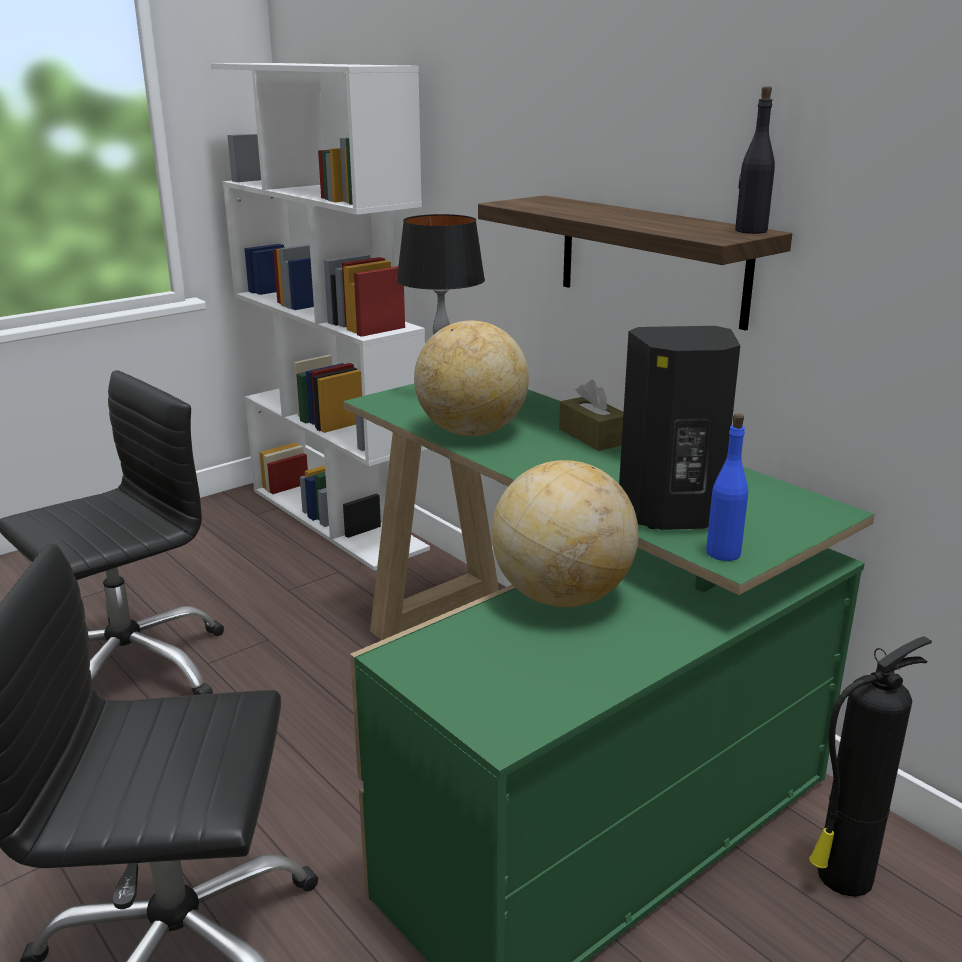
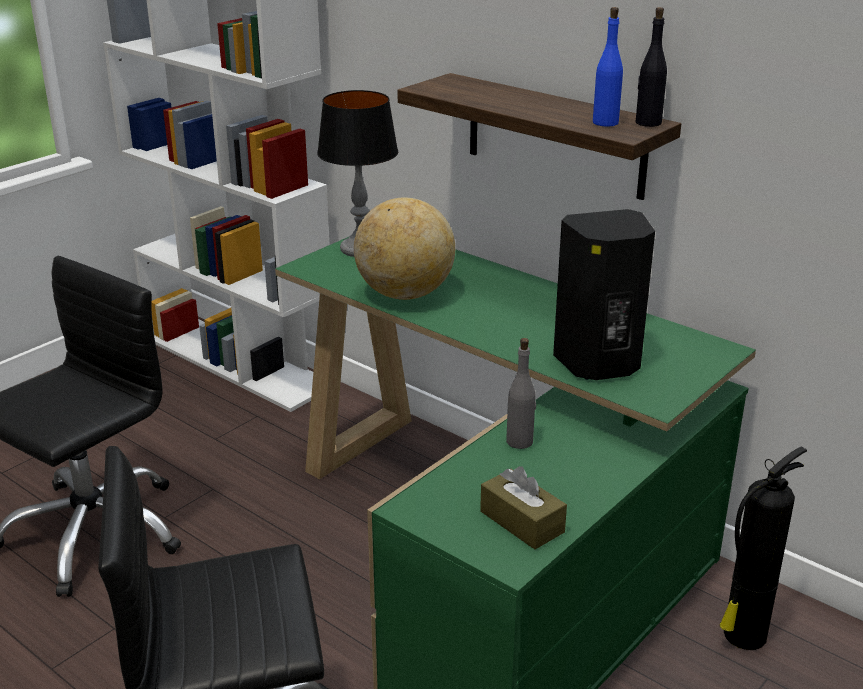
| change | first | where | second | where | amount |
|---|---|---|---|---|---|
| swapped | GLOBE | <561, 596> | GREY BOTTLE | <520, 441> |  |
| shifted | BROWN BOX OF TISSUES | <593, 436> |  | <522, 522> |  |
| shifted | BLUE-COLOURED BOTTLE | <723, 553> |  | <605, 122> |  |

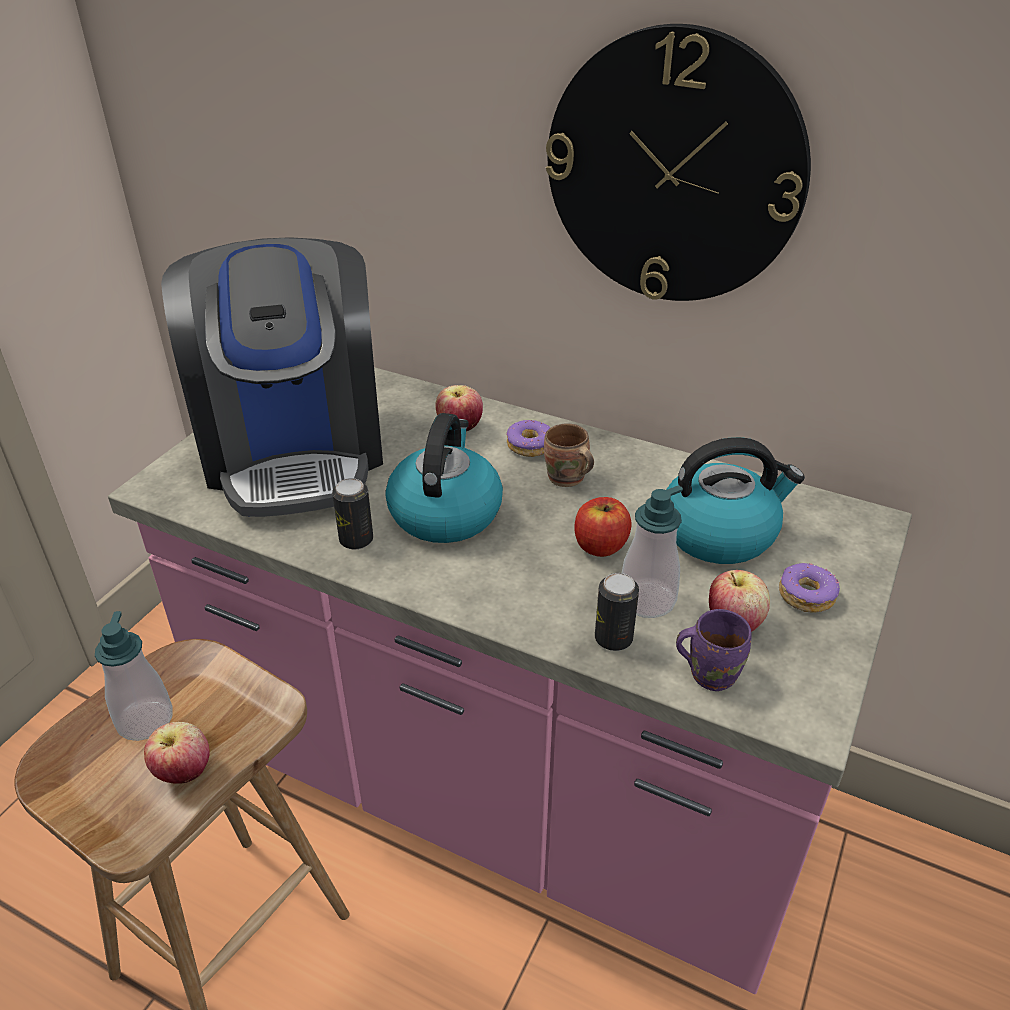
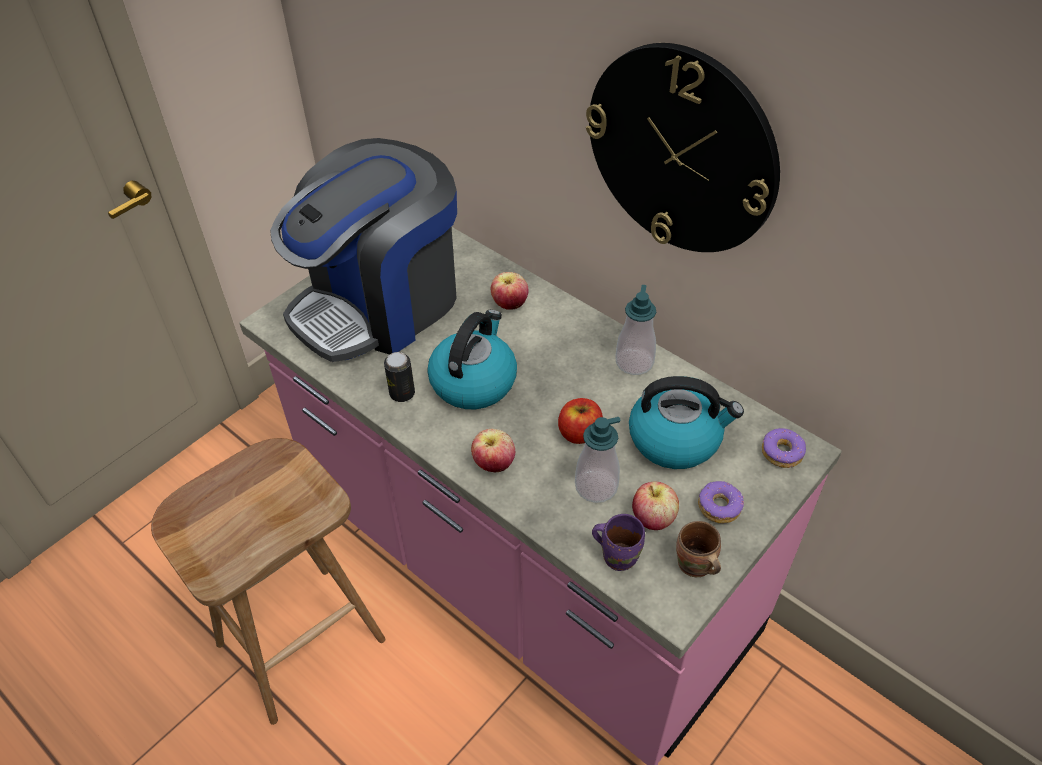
| change | first | where | second | where | amount |
|---|---|---|---|---|---|
| shifted | LIQUID SOAP BOTTLE | <145, 720> |  | <634, 362> |  |
| shifted | WHOLE APPLE | <184, 771> |  | <494, 464> |  |
| rotated | COFFEE BREWER | <294, 449> |  | <379, 304> | 45 degrees clockwise |
| shifted | DONUT | <530, 445> |  | <782, 453> |  |
| shifted | BROWN COFFEE MUG | <566, 479> |  | <694, 566> |  |
| gone | CAN | <613, 638> |  |  |  |

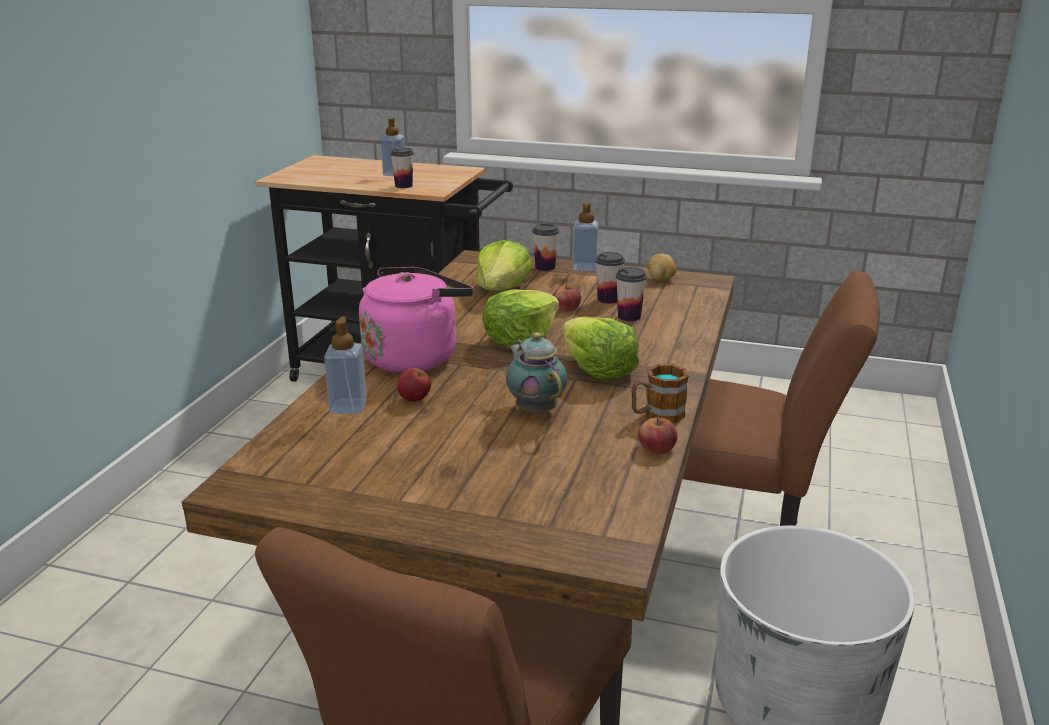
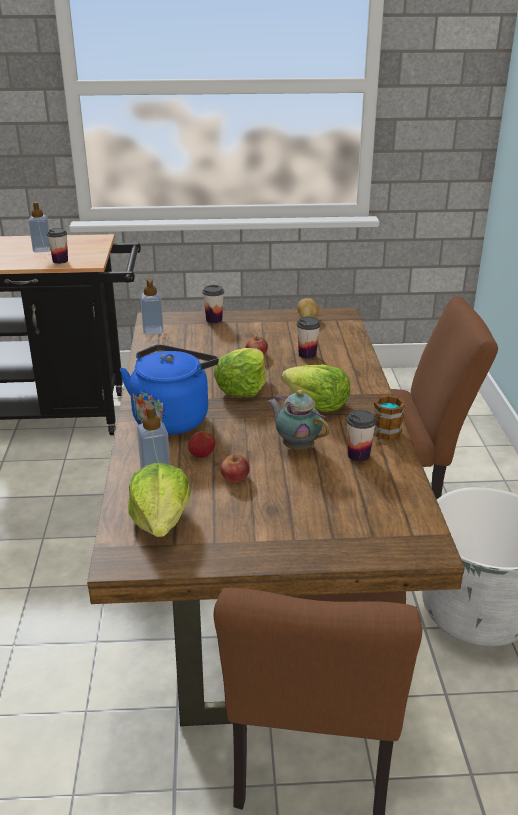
| change | first | where | second | where | amount |
|---|---|---|---|---|---|
| repainted | PINKISH KETTLE | <414, 356> | BLUE-COLOURED KETTLE | <172, 417> |  |
| shifted | LETTUCE | <502, 289> |  | <161, 520> |  |
| shifted | LIQUID SOAP BOTTLE | <584, 267> |  | <153, 331> |  |
| shifted | SMALL CUP | <608, 299> |  | <358, 455> |  |
| shifted | WHOLE APPLE | <657, 447> |  | <235, 477> |  |

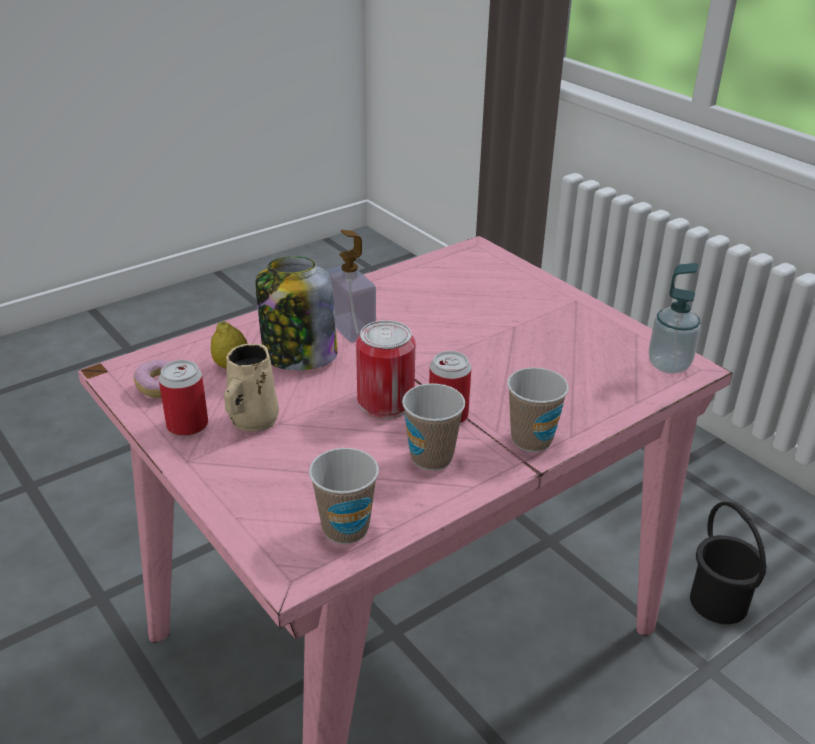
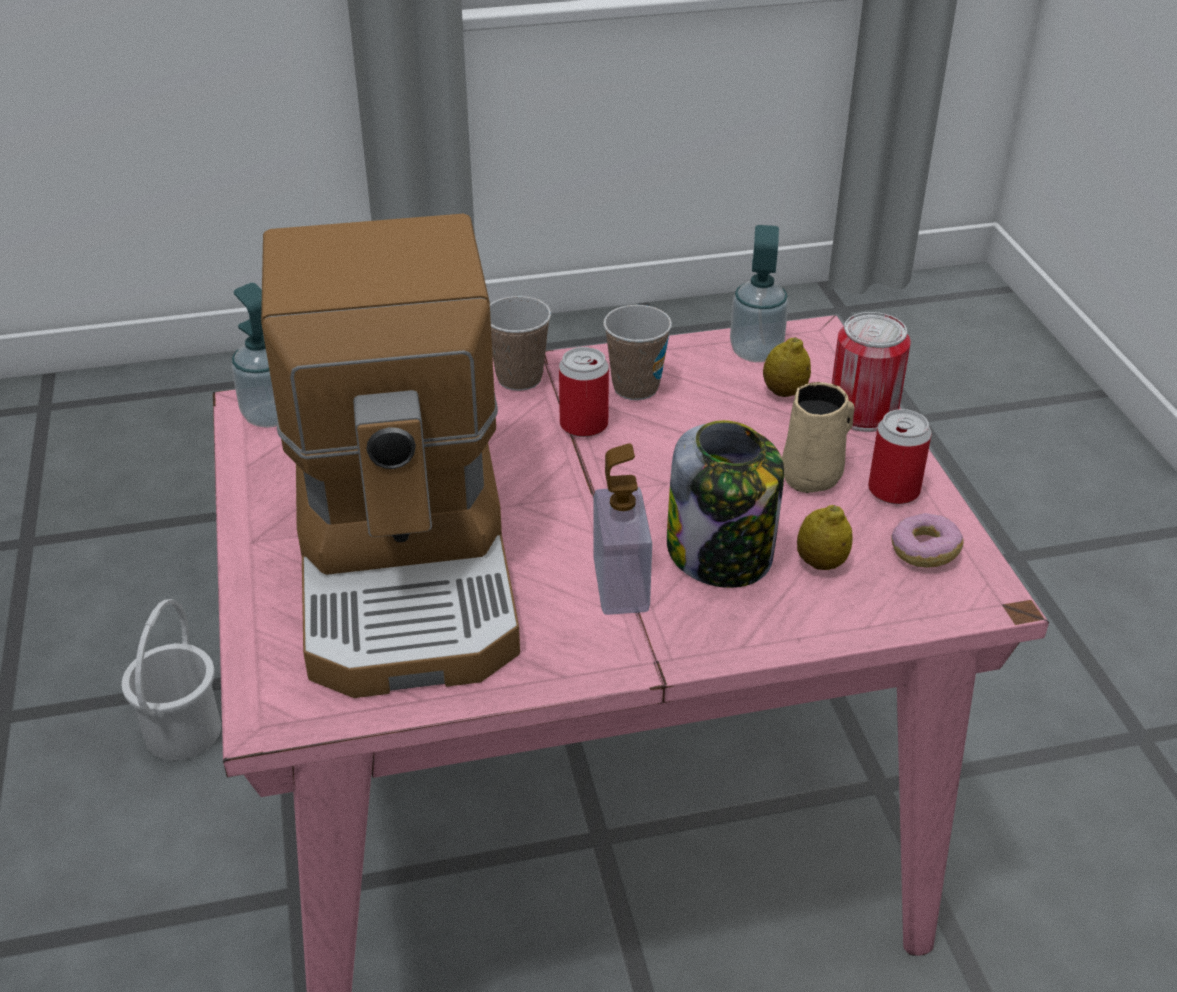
| change | first | where | second | where | amount |
|---|---|---|---|---|---|
| swapped | SMALL CUP | <345, 528> | LIQUID SOAP BOTTLE | <756, 352> |  |
| shifted | CAN | <385, 402> |  | <862, 412> |  |
| repainted | BLACK-COLOURED PAIL | <719, 601> | WHITE PAIL | <181, 732> |  |
| new |  |  | COFFEE BREWER | <409, 563> |  |
| new |  |  | LEMON | <784, 392> |  |

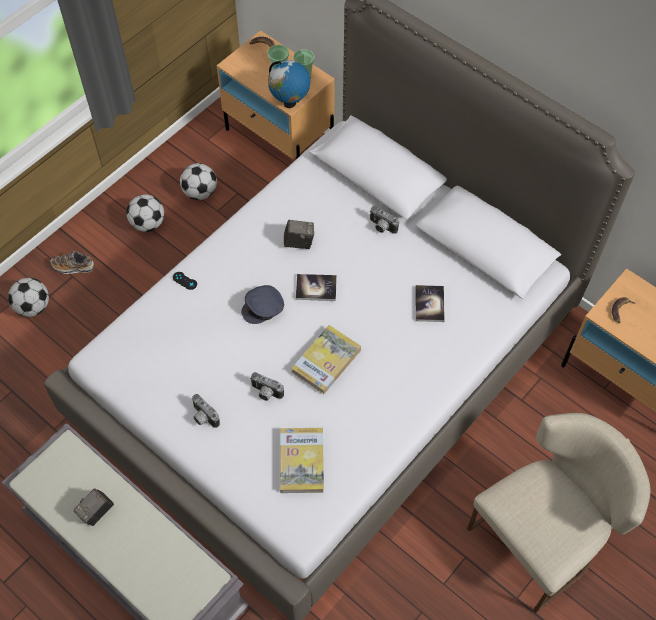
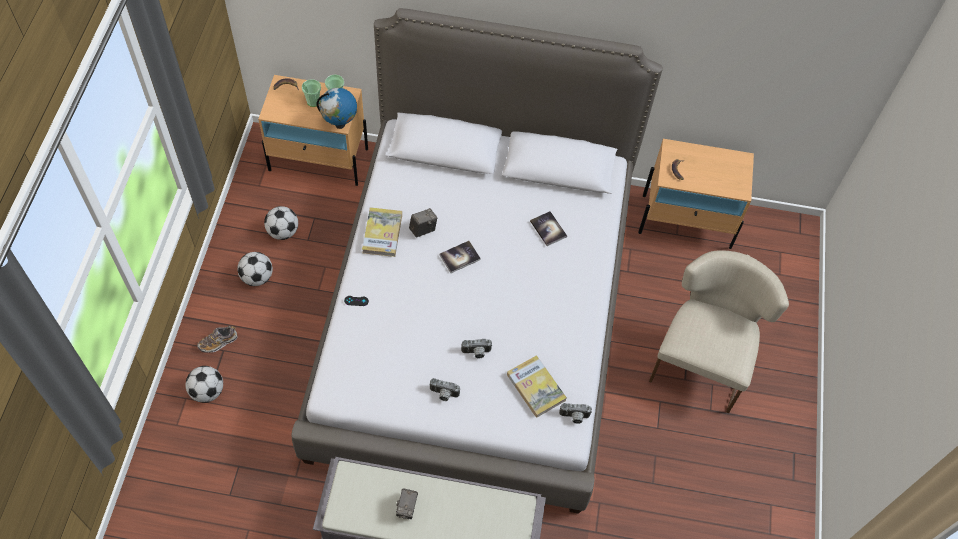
| change | first | where | second | where | amount |
|---|---|---|---|---|---|
| gone | GREY BASEBALL CAP | <263, 308> |  |  |  |
| shifted | BOUND BOOK | <326, 361> |  | <382, 233> |  |
| shifted | PHOTO CAMERA | <381, 227> |  | <574, 417> |  |

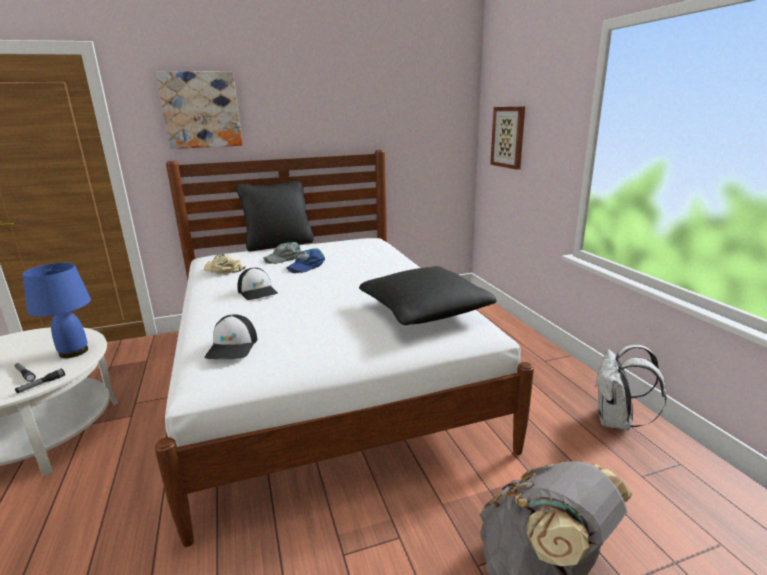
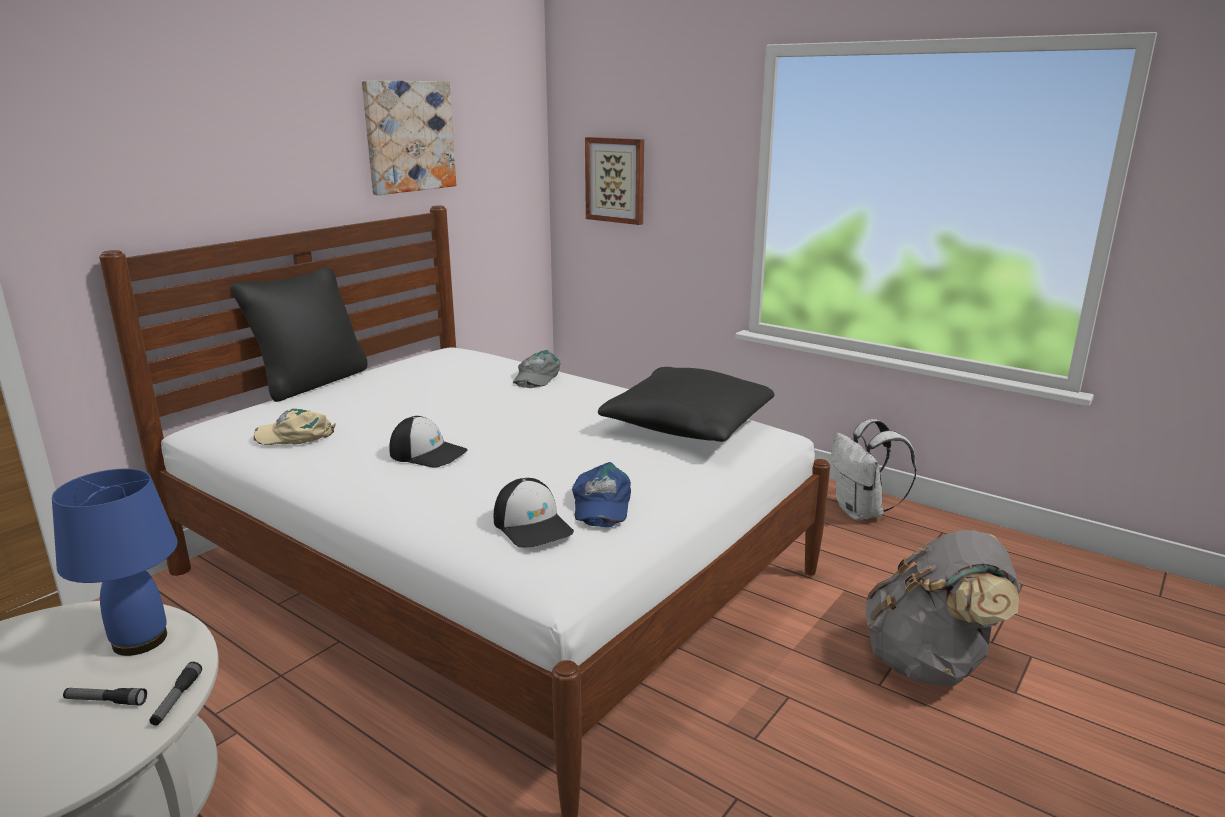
| change | first | where | second | where | amount |
|---|---|---|---|---|---|
| shifted | PICTURE | <201, 110> |  | <409, 136> |  |
| shifted | GREY BASEBALL CAP | <284, 258> |  | <536, 377> |  |
| shifted | BLUE-COLOURED BASEBALL CAP | <306, 266> |  | <600, 504> |  |

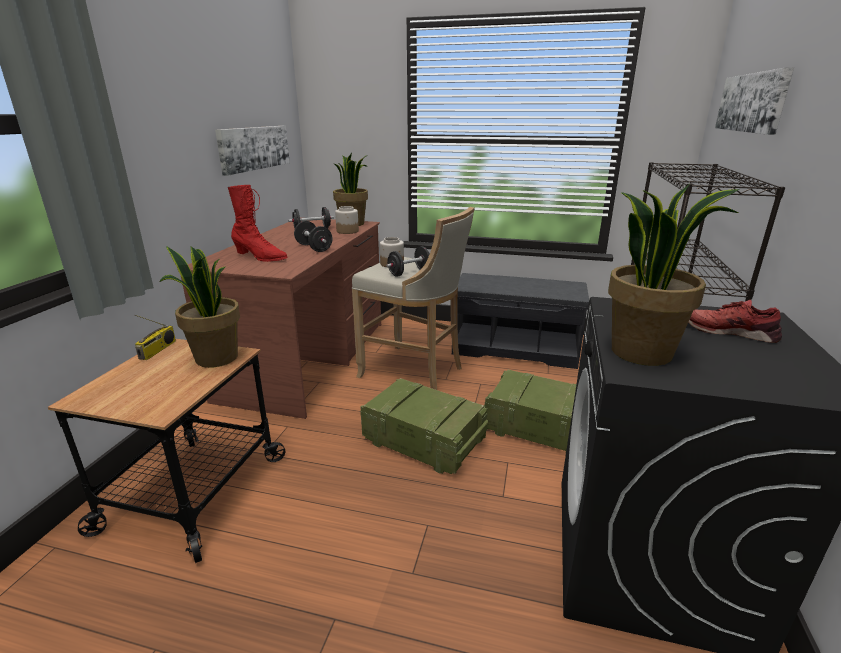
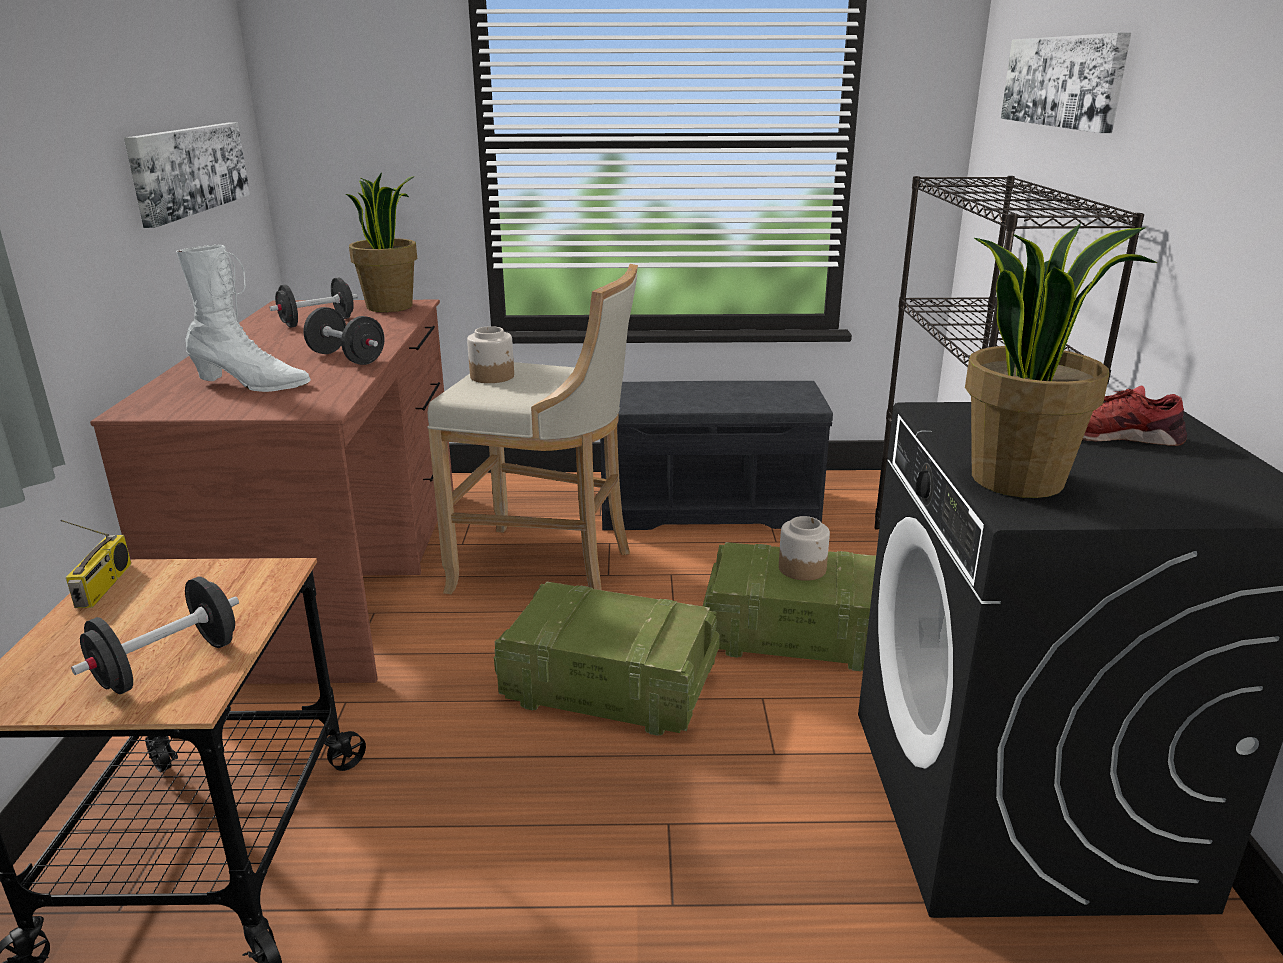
| change | first | where | second | where | amount |
|---|---|---|---|---|---|
| gone | POTTED PLANT | <215, 358> |  |  |  |
| repainted | RED-COLOURED BOOT | <260, 257> | WHITE BOOT | <251, 385> |  |
| shifted | JAR | <347, 231> |  | <802, 568> |  |
| shifted | BLACK-COLOURED HAND WEIGHT | <409, 273> |  | <168, 665> |  |

